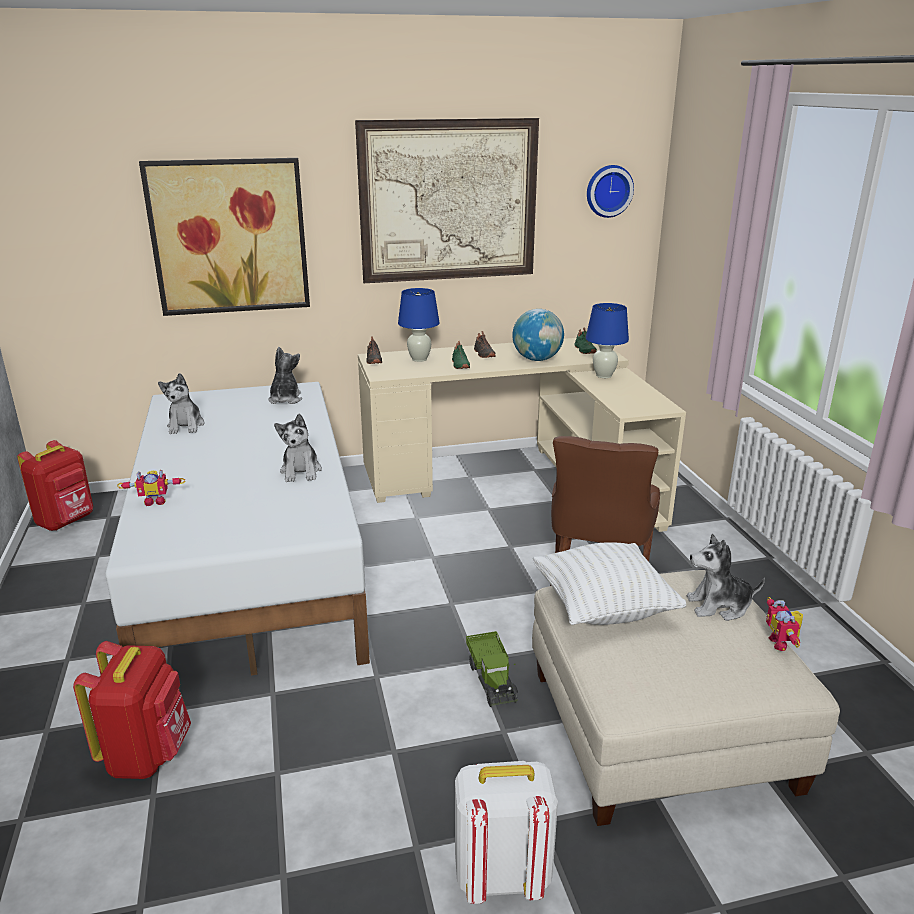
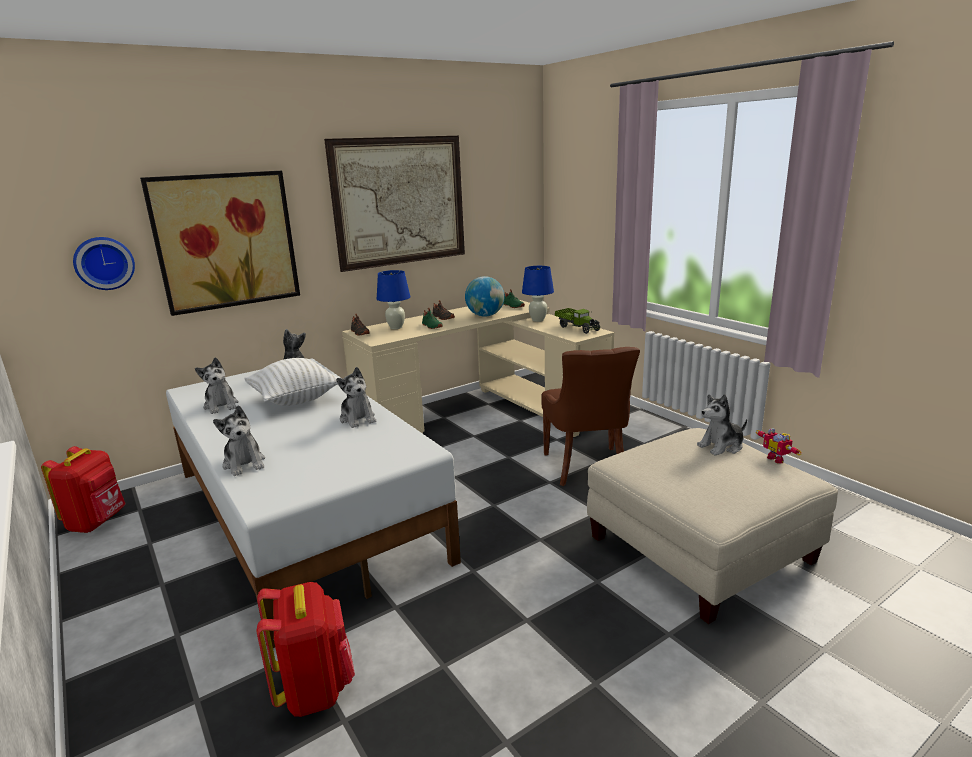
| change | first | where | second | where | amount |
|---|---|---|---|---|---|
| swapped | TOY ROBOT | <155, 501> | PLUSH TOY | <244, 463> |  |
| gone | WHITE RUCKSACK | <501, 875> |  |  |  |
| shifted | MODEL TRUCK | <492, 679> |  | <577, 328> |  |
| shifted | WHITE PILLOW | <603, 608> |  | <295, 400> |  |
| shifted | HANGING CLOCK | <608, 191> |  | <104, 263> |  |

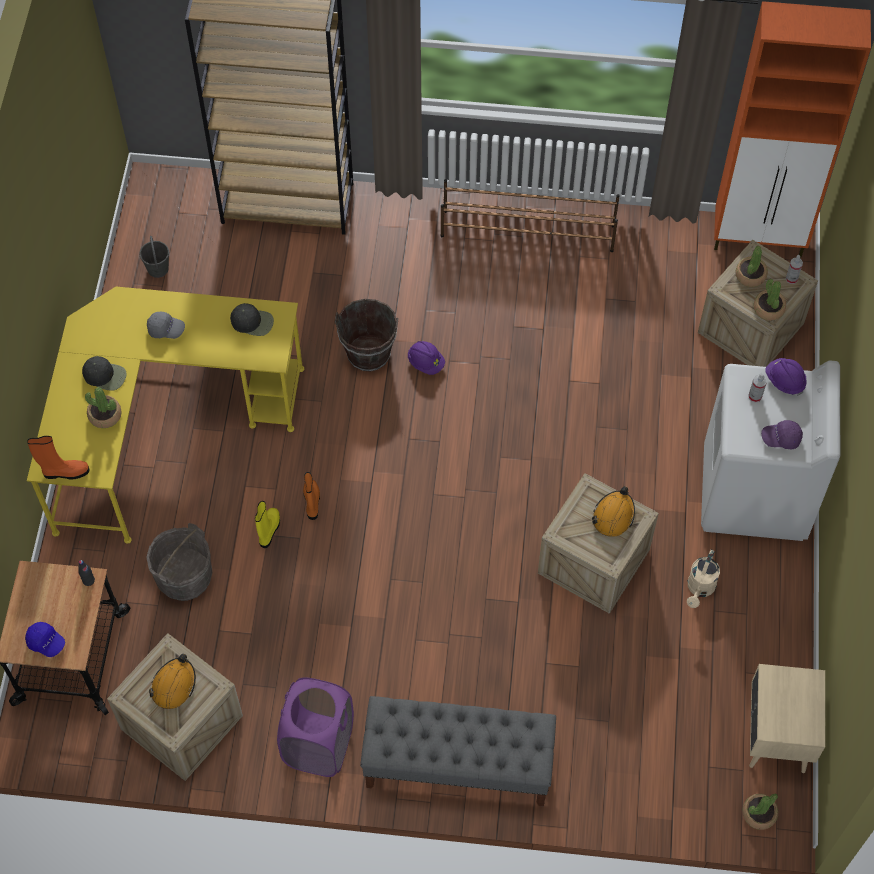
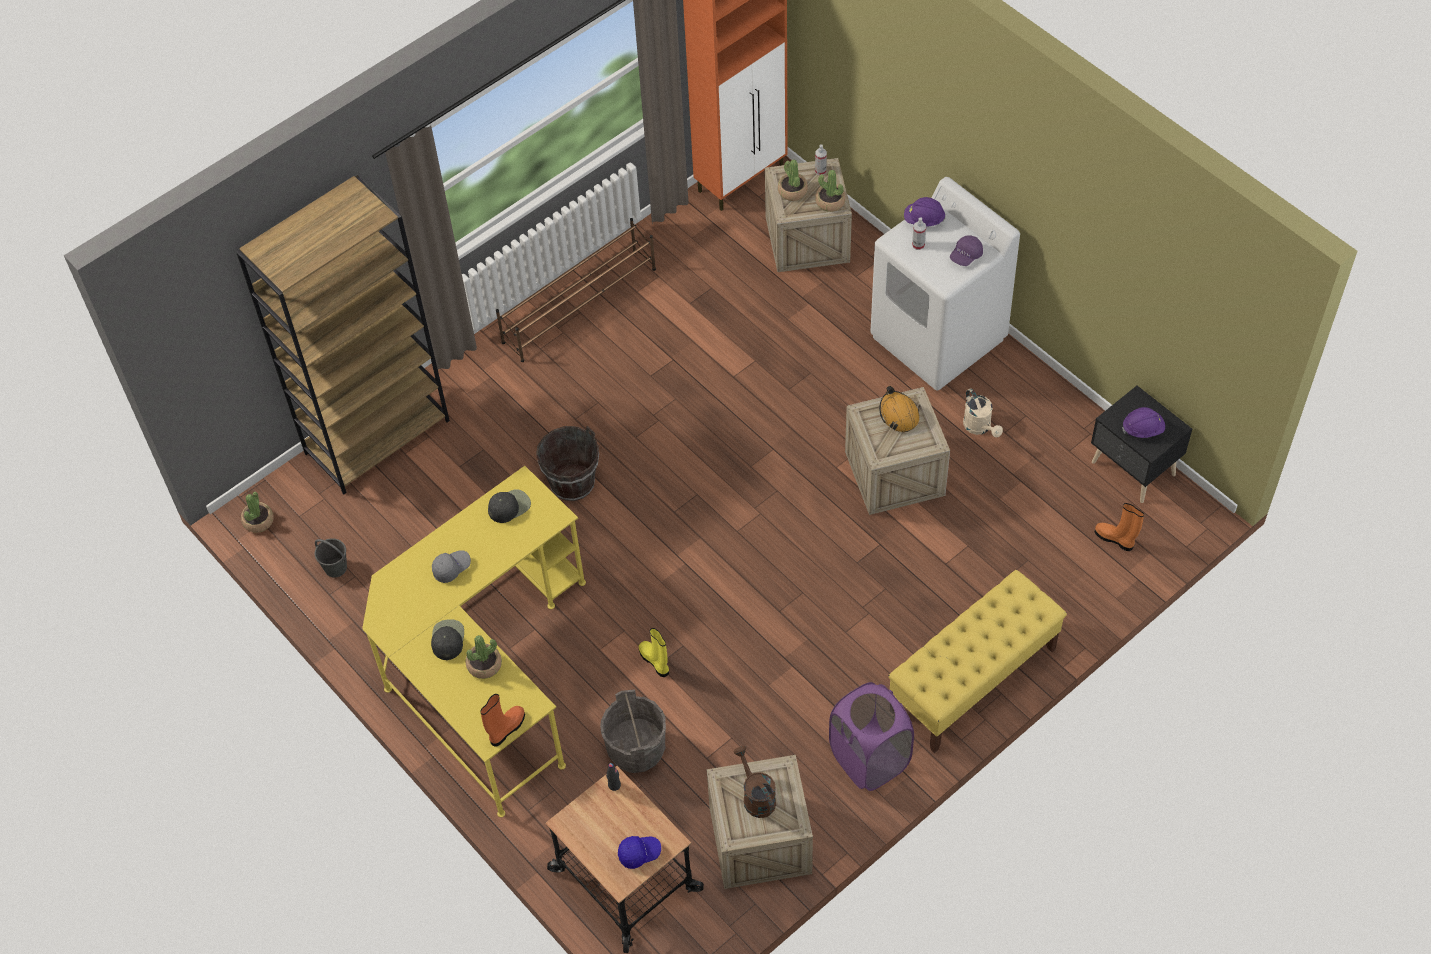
| change | first | where | second | where | amount |
|---|---|---|---|---|---|
| rotated | BLACK-COLOURED BASEBALL CAP | <105, 375> |  | <447, 639> | 60 degrees counterclockwise |
| swapped | ORANGEY SAFETY HELMET | <174, 685> | BROWN WATERING CAN | <756, 796> |  |
| shifted | ORANGEY BOOT | <312, 502> |  | <1115, 539> |  |
| repainted | GREY INDOOR BENCH | <457, 765> | YELLOW-COLOURED INDOOR BENCH | <972, 680> |  |
| shifted | PURPLISH SAFETY HELMET | <426, 363> |  | <1142, 429> |  |
| shifted | POTTED PLANT | <759, 813> |  | <258, 521> |  |
| repainted | SAND-COLOURED NIGHTSTAND | <775, 736> | BLACK-COLOURED NIGHTSTAND | <1133, 470> |  |

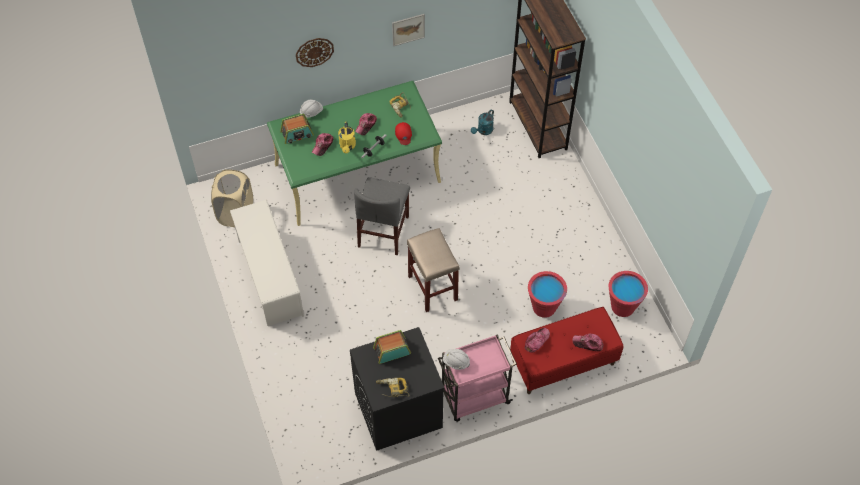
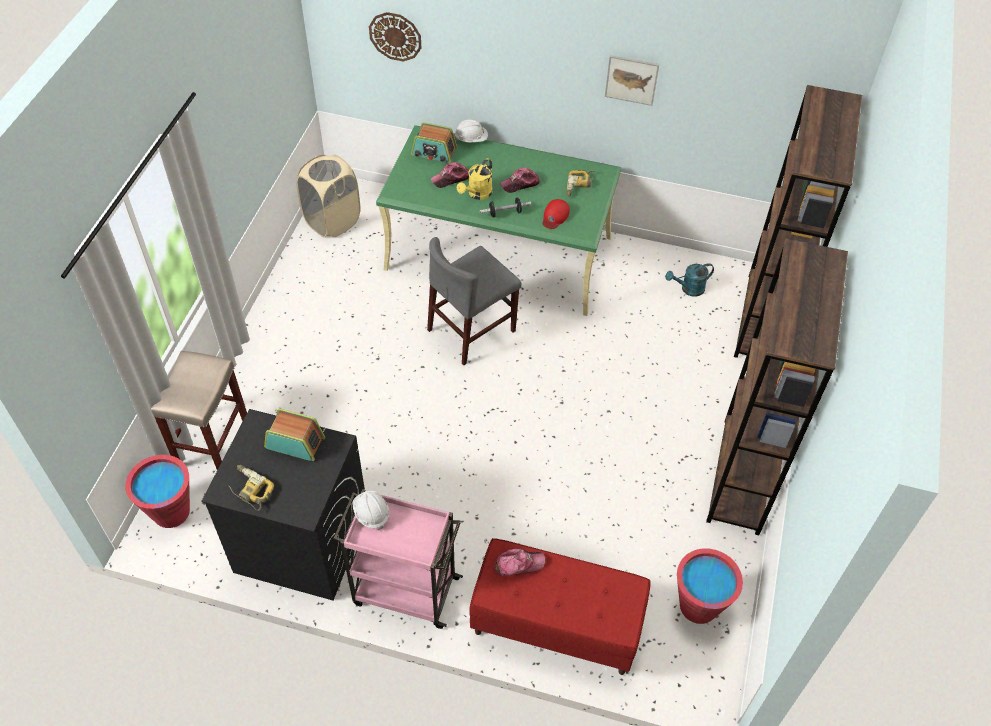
| change | first | where | second | where | amount |
|---|---|---|---|---|---|
| gone | WHITE SHOE STAND | <270, 277> |  |  |  |
| shifted | HANGING CLOCK | <314, 52> |  | <395, 36> |  |
| shifted | SAND-COLOURED SITTING STOOL | <432, 287> |  | <213, 443> |  |
| shifted | RED-COLOURED PAIL | <544, 307> |  | <171, 512> |  |
| gone | BASEBALL CAP | <588, 343> |  |  |  |
| new |  |  | BROWN BOOKCASE | <741, 475> |  |

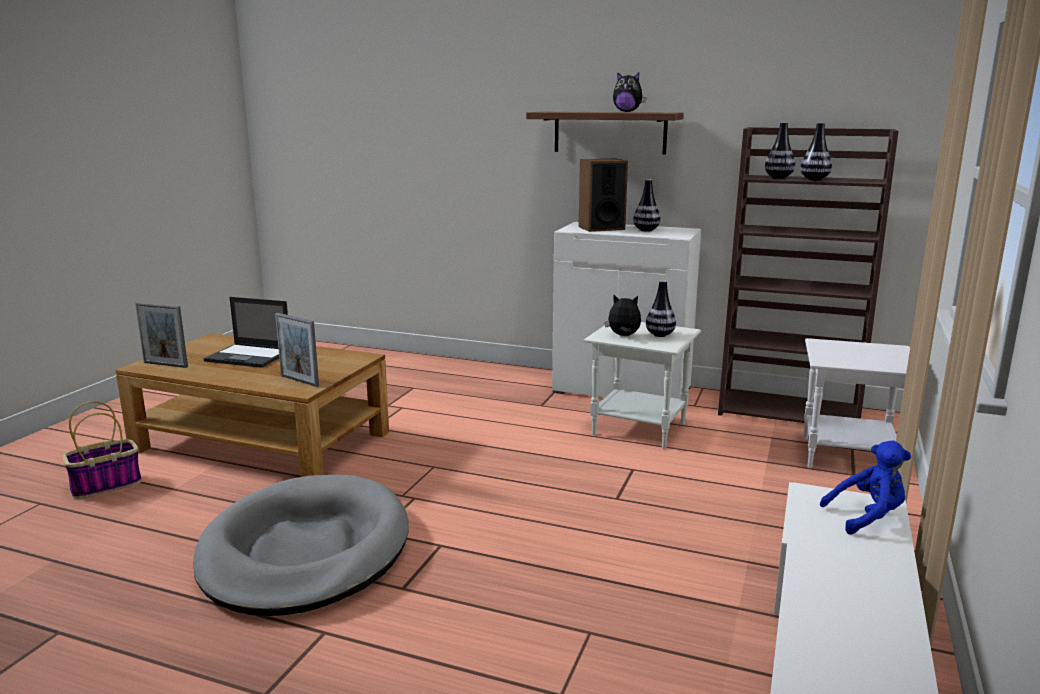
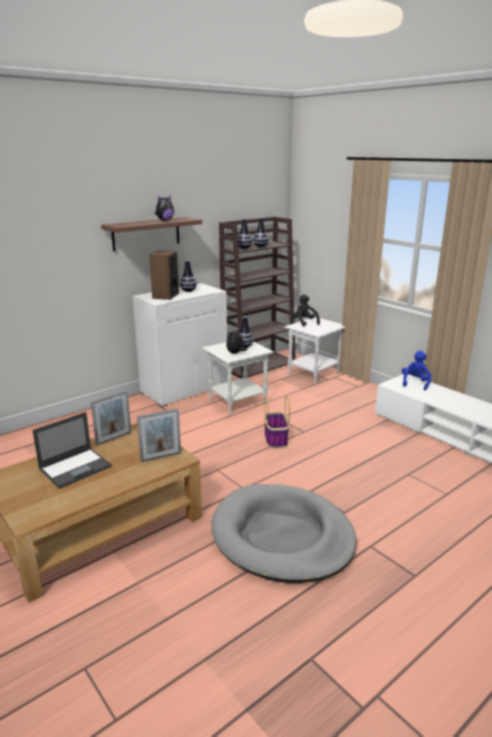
| change | first | where | second | where | amount |
|---|---|---|---|---|---|
| shifted | HOUSEHOLD BASKET | <107, 485> |  | <275, 438> |  |
| shifted | PHOTO FRAME | <165, 365> |  | <114, 438> |  |
| new |  |  | BLACK-COLOURED PLUSH TOY | <304, 322> |  |

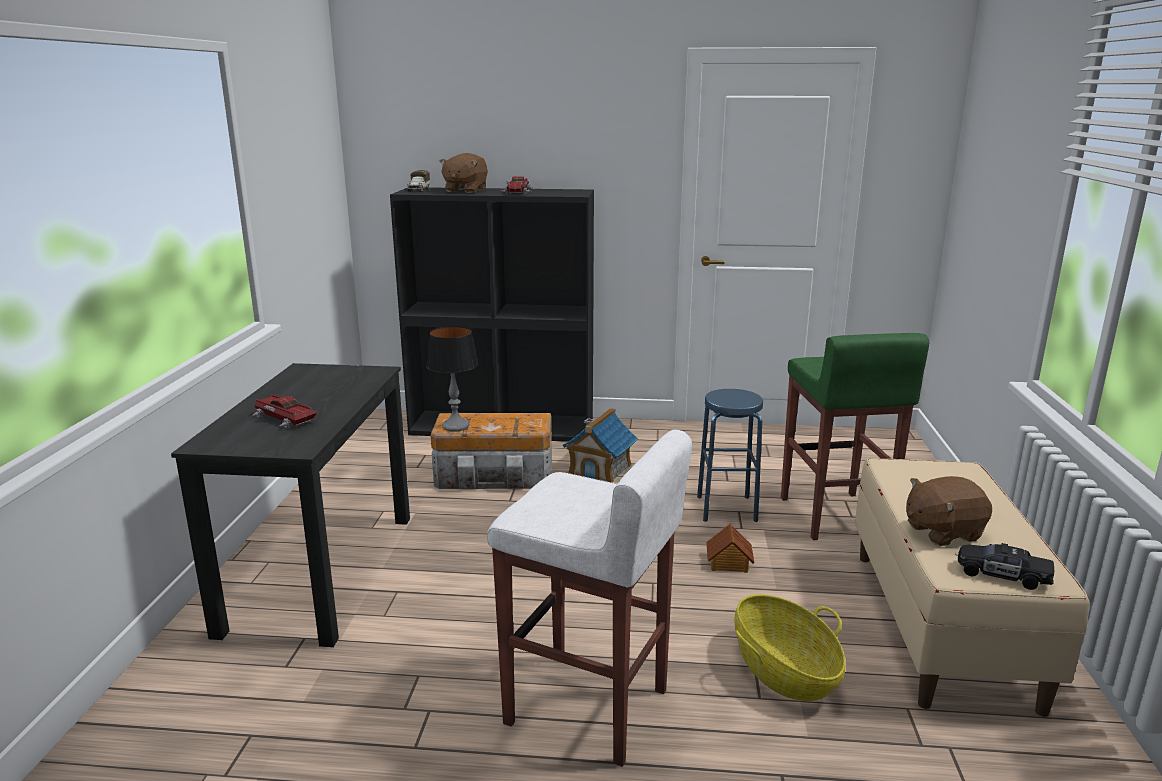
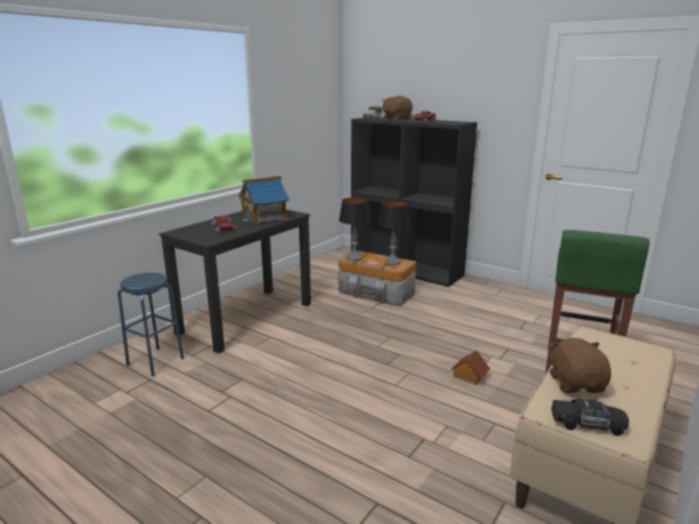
| change | first | where | second | where | amount |
|---|---|---|---|---|---|
| gone | WHITE SITTING STOOL | <588, 708> |  |  |  |
| shifted | TOY HOUSE | <600, 469> |  | <264, 218> |  |
| shifted | BLUE-COLOURED SITTING STOOL | <726, 508> |  | <155, 361> |  |
| gone | HOUSEHOLD BASKET | <784, 671> |  |  |  |
| rotated | BROWN PLUSH TOY | <942, 532> |  | <576, 384> | 75 degrees clockwise |
| rotated | BLACK-COLOURED TOY CAR | <1002, 575> |  | <587, 424> | 135 degrees clockwise |
| new |  |  | TABLE LAMP | <392, 262> |  |

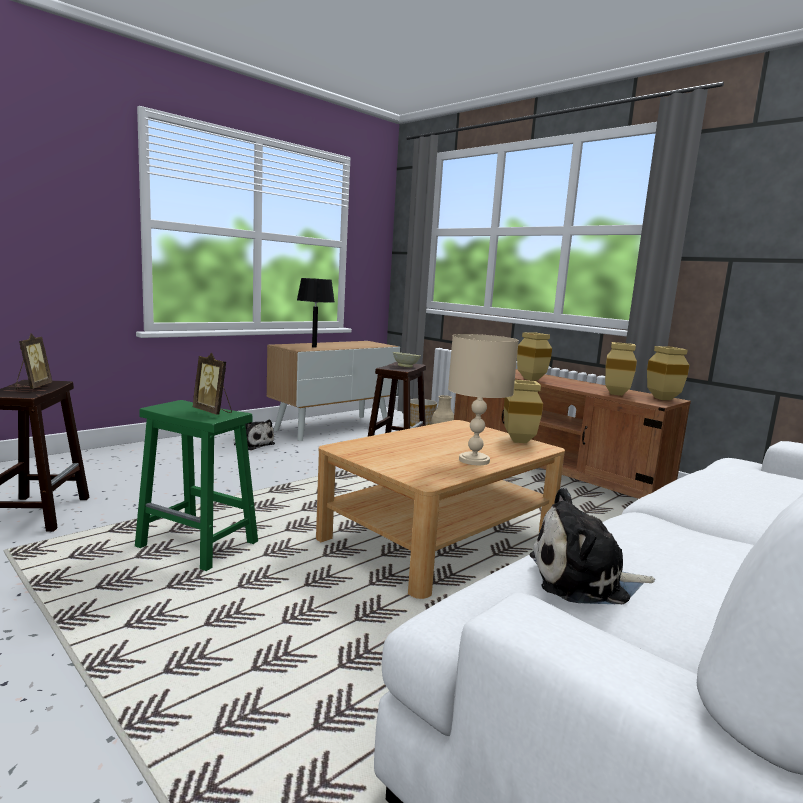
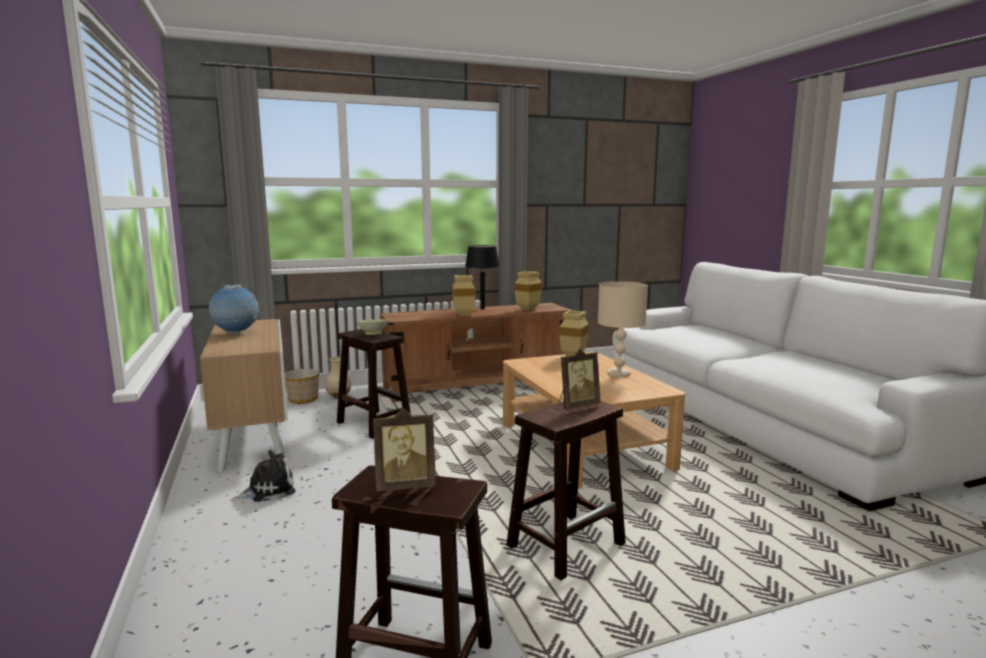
| change | first | where | second | where | amount |
|---|---|---|---|---|---|
| rotated | PHOTO FRAME | <33, 387> |  | <405, 486> | 150 degrees clockwise |
| repainted | GREENISH SITTING STOOL | <199, 545> | BROWN SITTING STOOL | <567, 544> |  |
| shifted | BLACK-COLOURED TABLE LAMP | <314, 347> |  | <482, 309> |  |
| gone | PLUSH TOY | <584, 580> |  |  |  |
| gone | SAND-COLOURED FLOWER VASE | <664, 399> |  |  |  |
| new |  |  | GLOBE | <236, 333> |  |

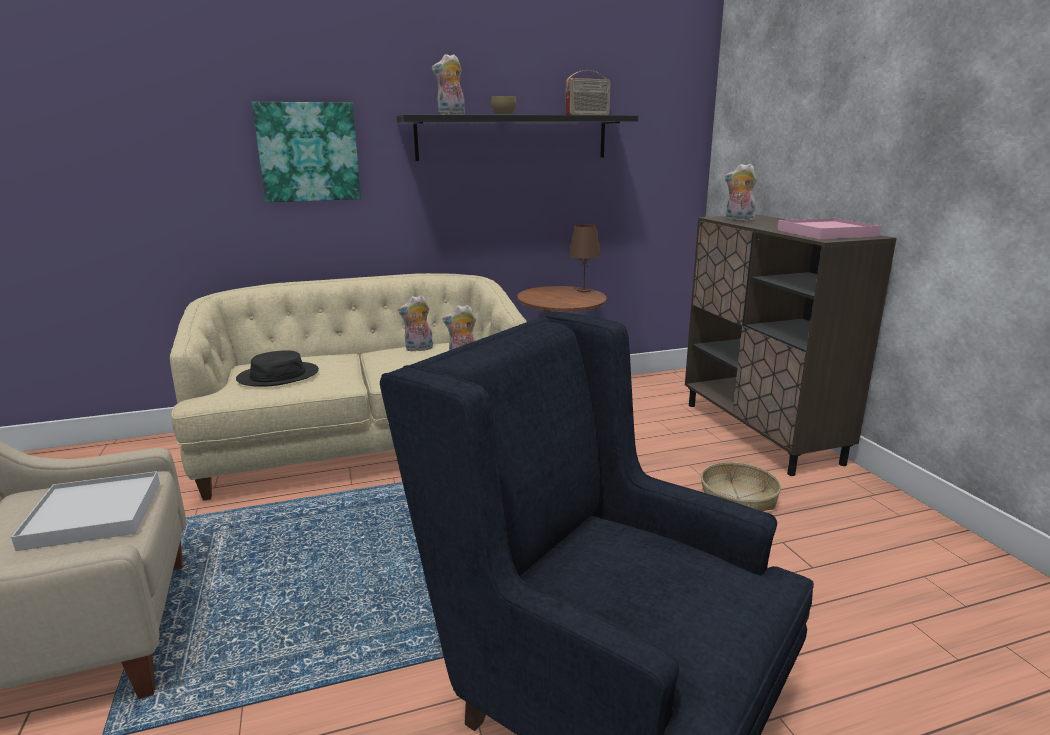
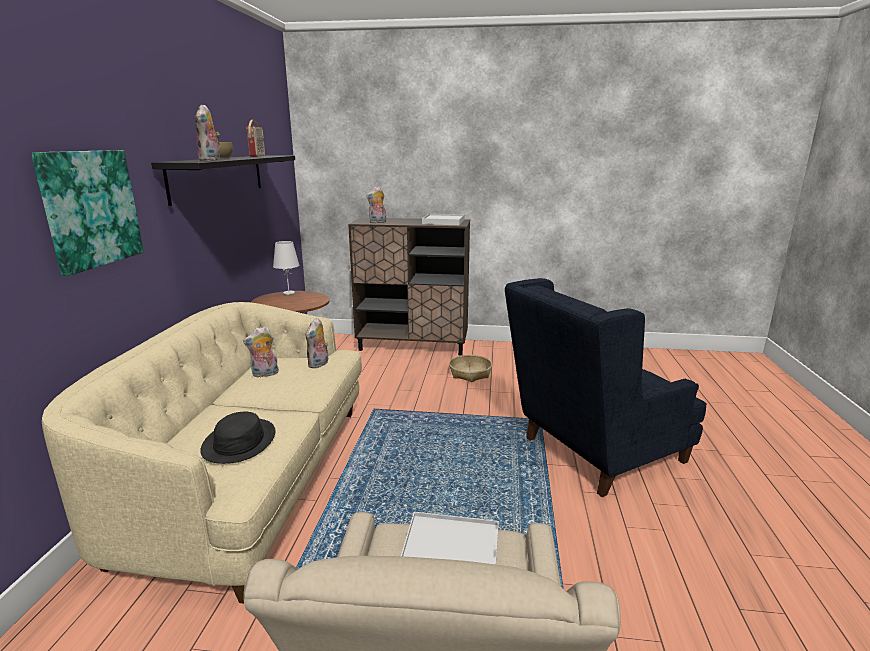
| change | first | where | second | where | amount |
|---|---|---|---|---|---|
| rotated | PLUSH TOY | <418, 349> |  | <265, 374> | 60 degrees clockwise |
| repainted | BROWN TABLE LAMP | <583, 290> | WHITE TABLE LAMP | <288, 293> |  |
| repainted | PINKISH SERVING TRAY | <826, 233> | WHITE SERVING TRAY | <443, 222> |  |

